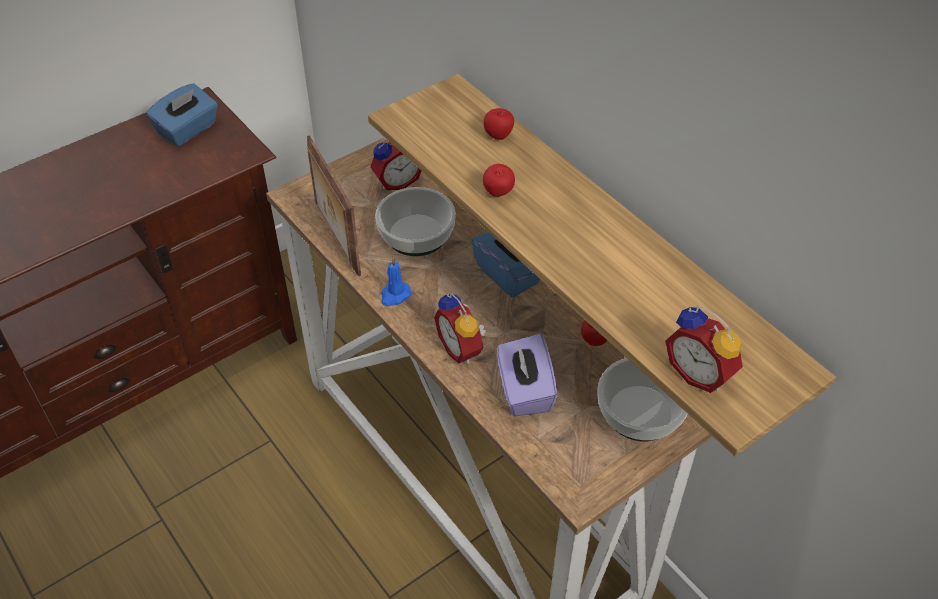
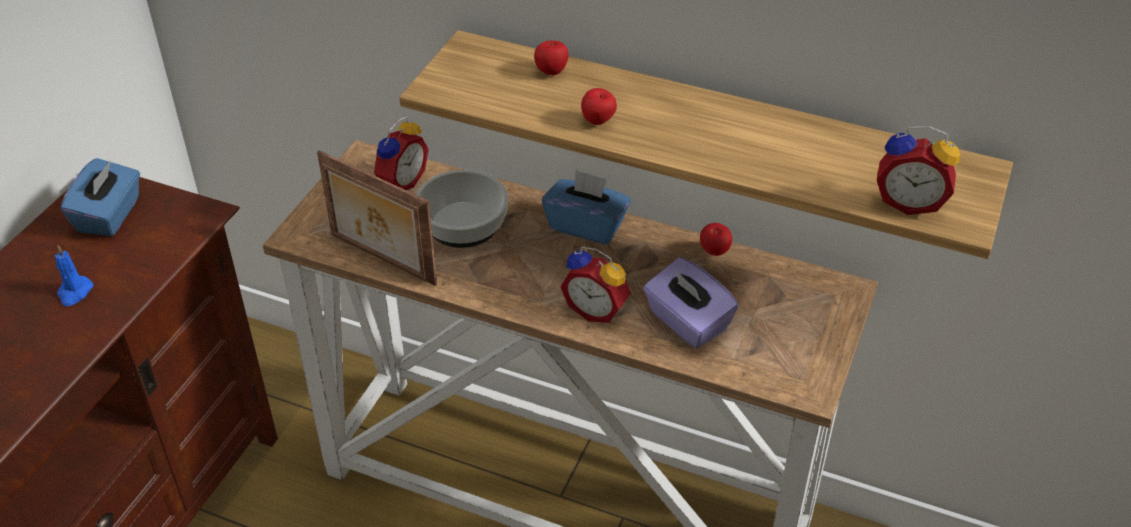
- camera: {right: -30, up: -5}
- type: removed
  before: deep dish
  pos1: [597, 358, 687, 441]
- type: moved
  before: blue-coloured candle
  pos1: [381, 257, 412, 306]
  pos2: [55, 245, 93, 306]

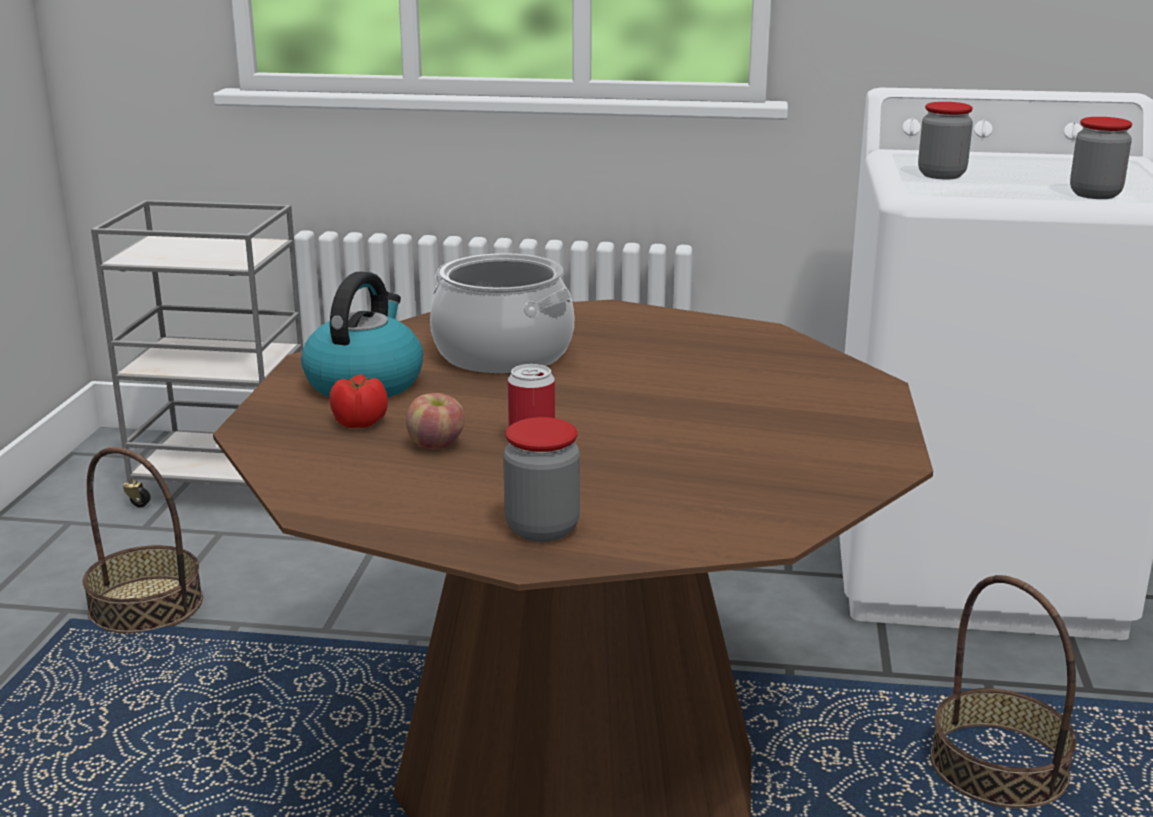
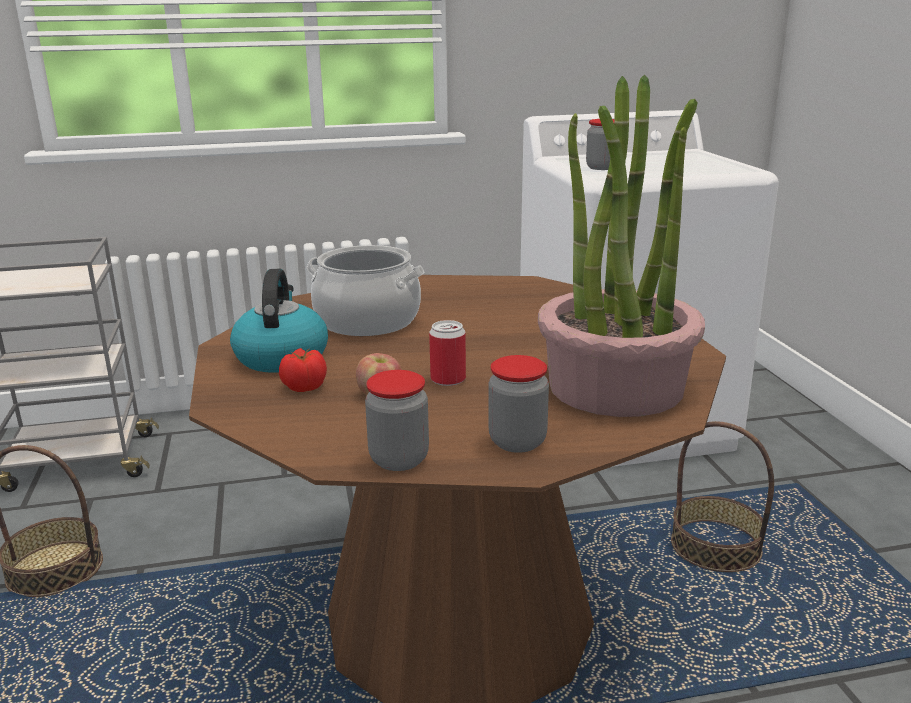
- camera: {right: -20, up: 0}
- type: added
  after: houseplant
  pos2: [538, 74, 705, 417]
- type: moved
  before: jar
  pos1: [1070, 117, 1132, 199]
  pos2: [365, 370, 429, 471]

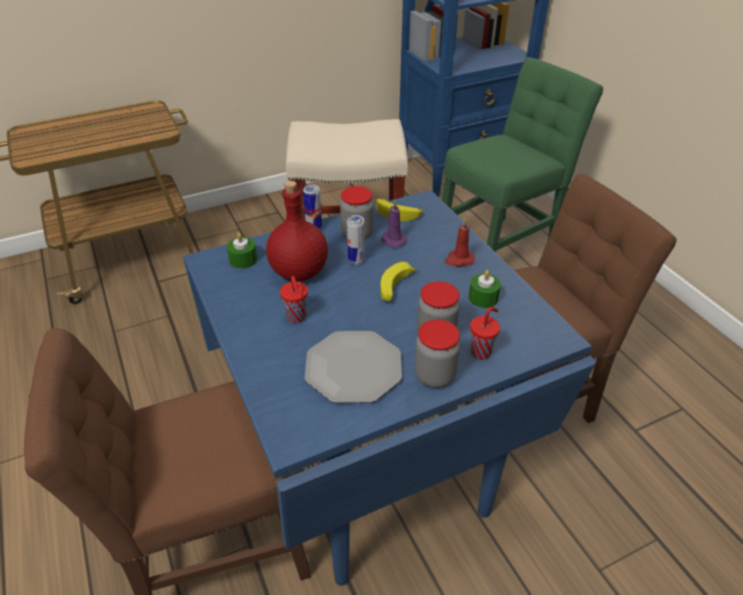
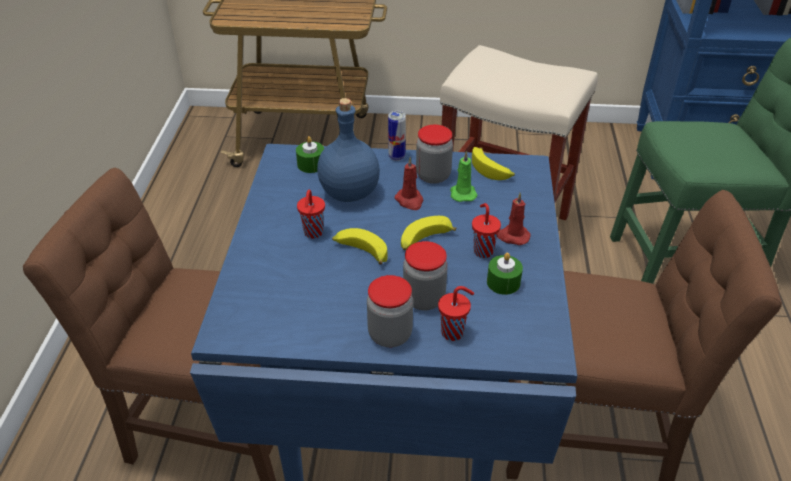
- camera: {right: 30, up: 0}
- type: removed
  before: flat dish
  pos1: [305, 331, 402, 403]
- type: added
  after: banana fruit
  pos2: [332, 228, 387, 264]
- type: added
  after: red small cup
  pos2: [472, 203, 501, 258]
- type: replaced
  before: sealed can
  after: red candle
  pos1: [347, 215, 365, 265]
  pos2: [394, 157, 423, 210]
- type: recoloured
  before: red drink bottle
  after: blue-coloured drink bottle
  pos1: [266, 181, 328, 282]
  pos2: [317, 98, 380, 202]
- type: recoloured
  before: purplish candle
  after: greenish candle
  pos1: [381, 201, 407, 248]
  pos2: [450, 151, 477, 202]

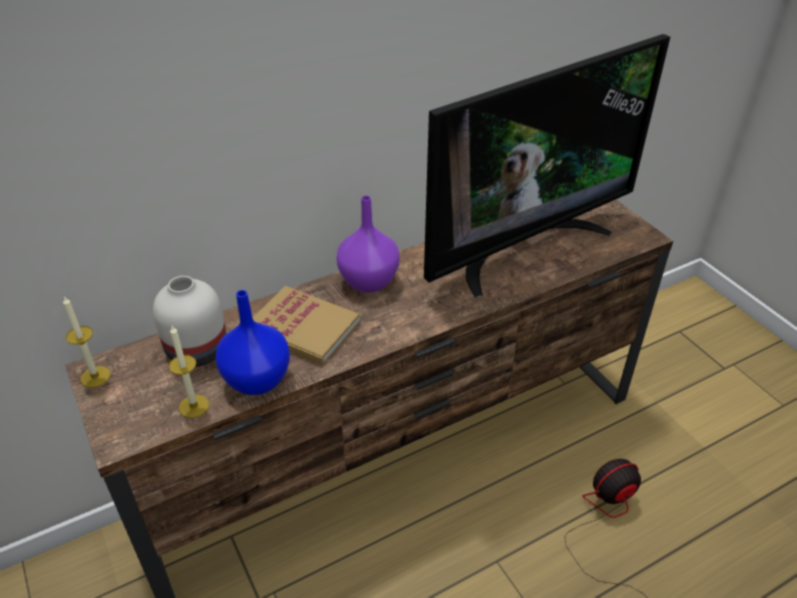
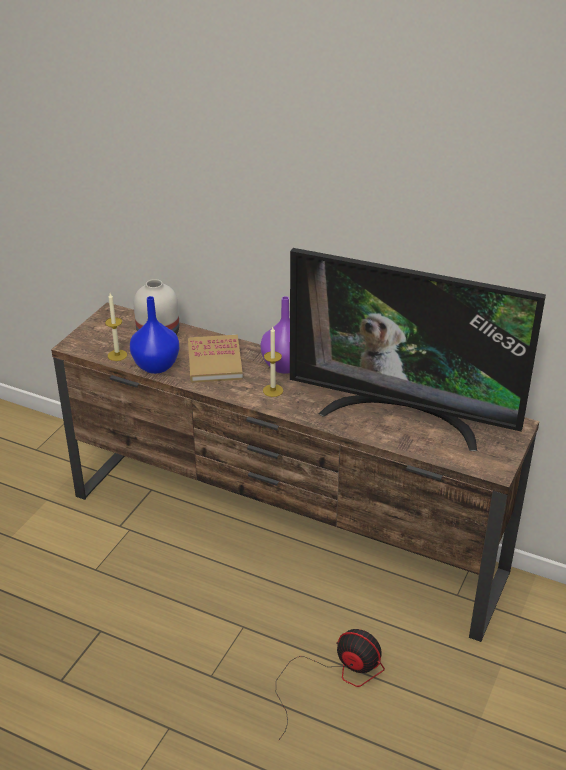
- camera: {right: 55, up: -5}
- type: moved
  before: candle
  pos1: [63, 296, 110, 388]
  pos2: [263, 327, 283, 397]

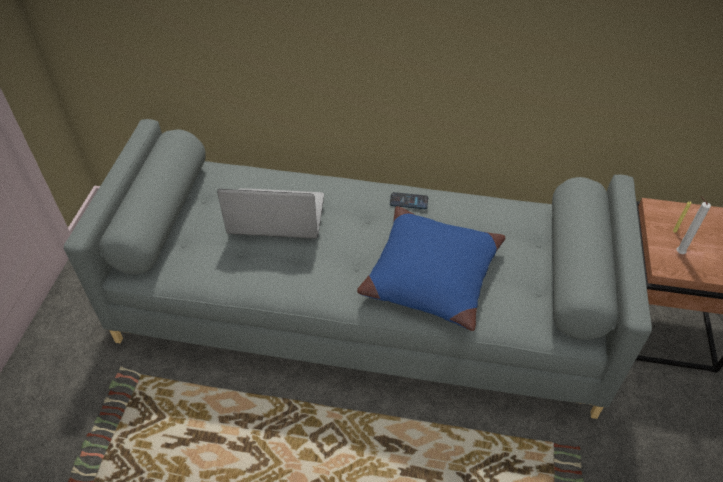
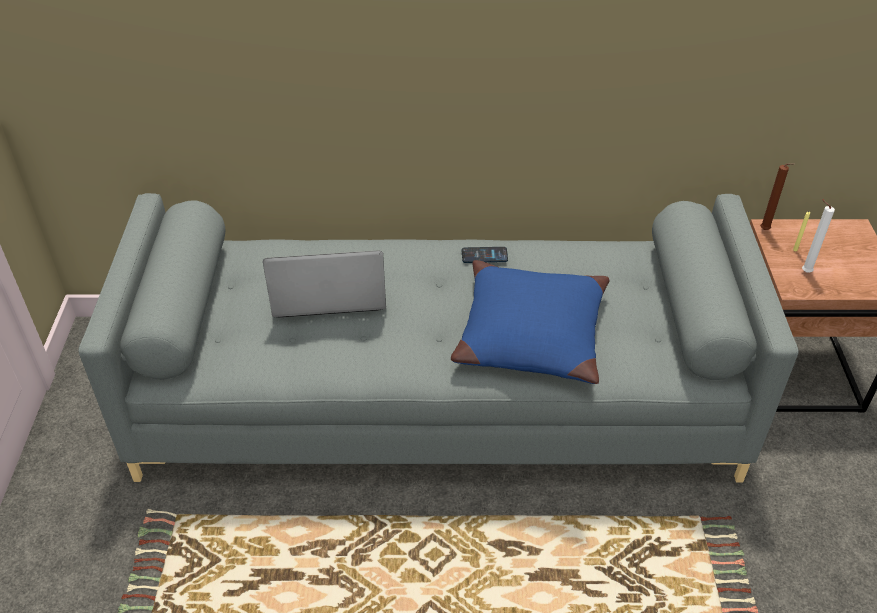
- camera: {right: -10, up: -5}
- type: added
  after: brown-coloured candle
  pos2: [760, 163, 794, 230]

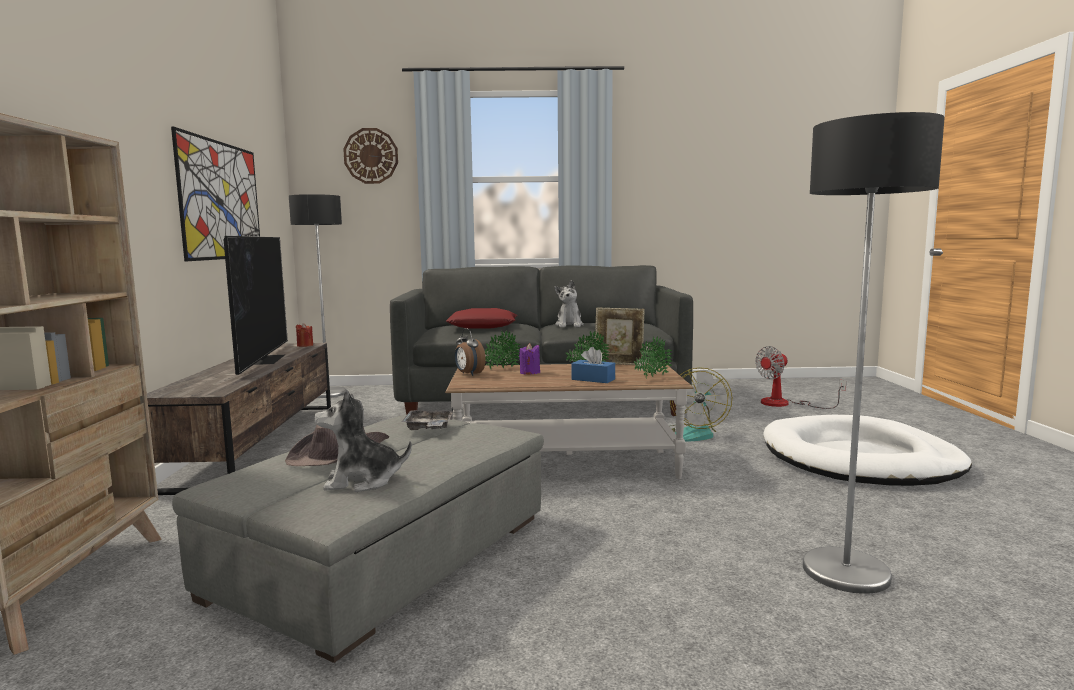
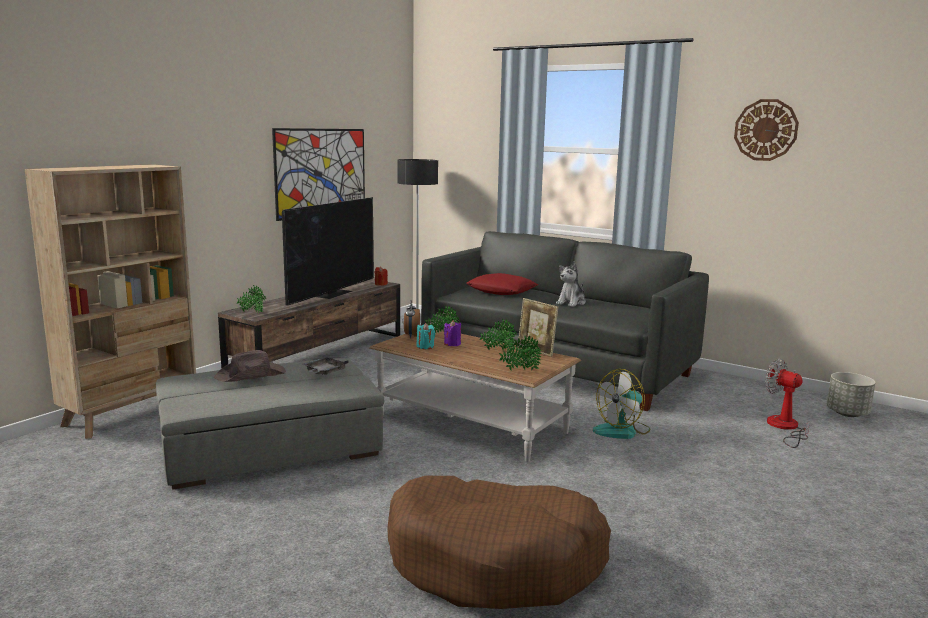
- camera: {right: 35, up: 5}
- type: removed
  before: soft toy
  pos1: [315, 389, 412, 492]
- type: removed
  before: blue-coloured tissue holder
  pos1: [572, 347, 615, 383]
- type: removed
  before: white dog bed
  pos1: [763, 415, 972, 486]
- type: added
  after: houseplant
  pos2: [237, 285, 266, 313]
- type: added
  after: turquoise-coloured candle
  pos2: [417, 323, 435, 349]
- type: added
  after: greyish planter
  pos2: [827, 372, 875, 417]
- type: moved
  before: clock on the wall
  pos1: [343, 128, 398, 184]
  pos2: [734, 99, 799, 161]
- type: replaced
  before: standard lamp
  after: brown-coloured dog bed
  pos1: [803, 112, 945, 594]
  pos2: [387, 476, 611, 609]
- type: turned
  before: fan
  pos1: [755, 346, 846, 409]
  pos2: [765, 359, 810, 448]
  turn: 45

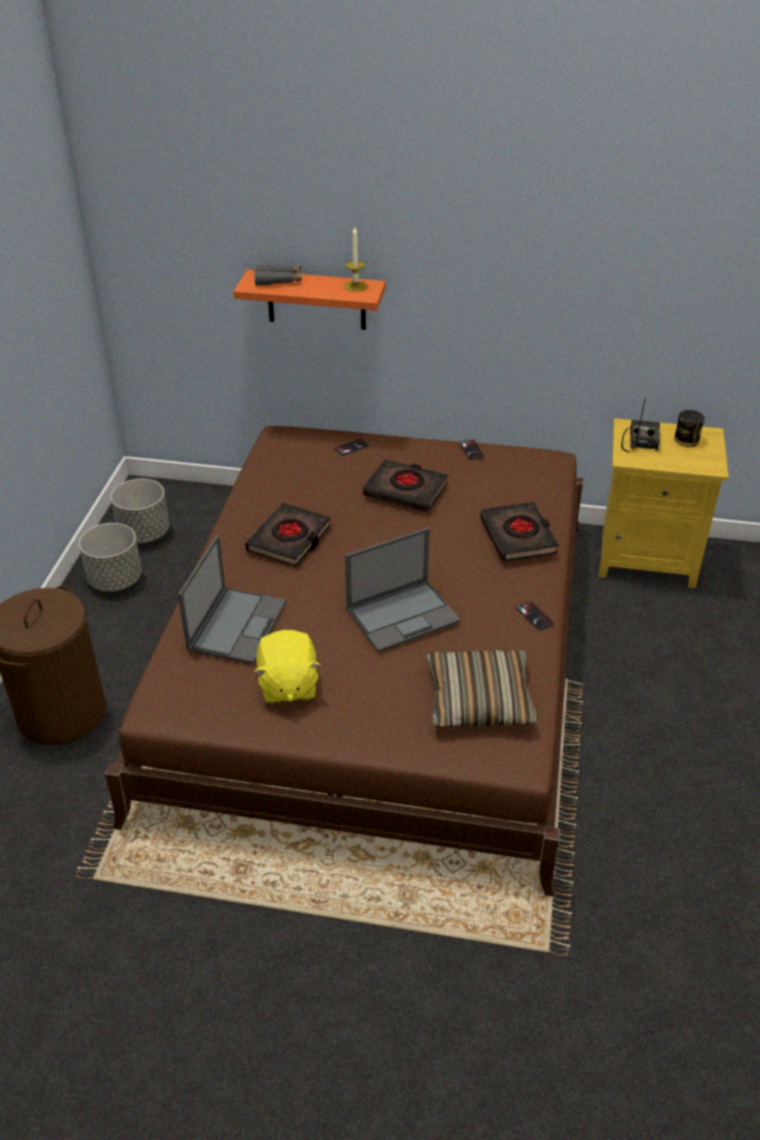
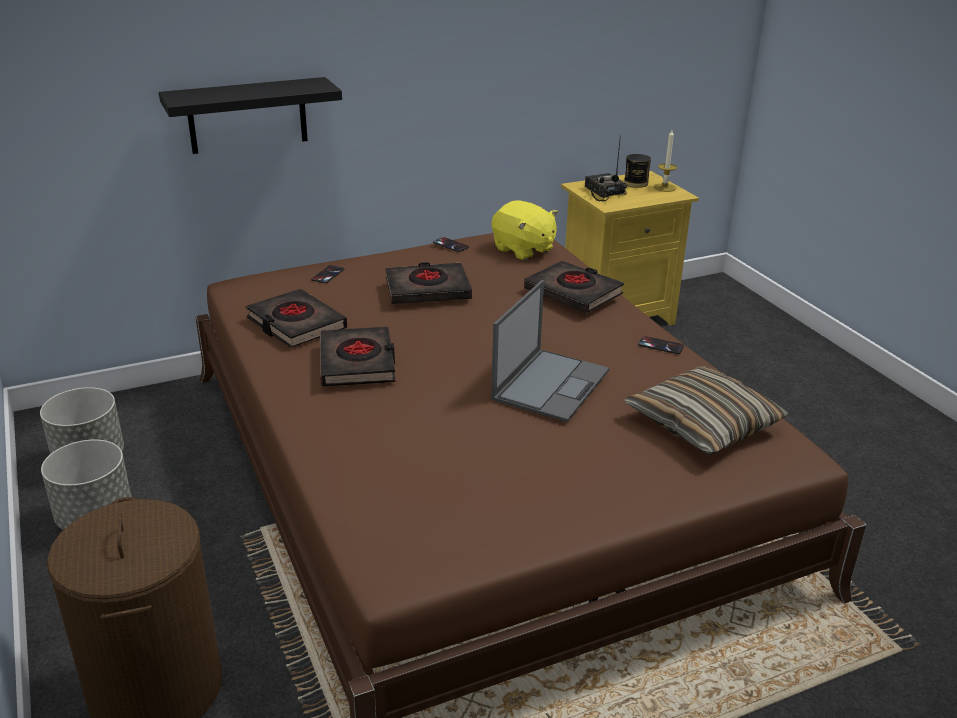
- camera: {right: -35, up: -10}
- type: removed
  before: laptop
  pos1: [178, 535, 286, 664]
- type: removed
  before: greyish pair of binoculars
  pos1: [254, 264, 302, 285]
- type: added
  after: blackish bound book
  pos2: [246, 289, 347, 348]
- type: moved
  before: yellow-coloured soft toy
  pos1: [254, 630, 321, 704]
  pos2: [492, 200, 558, 260]
- type: moved
  before: candle
  pos1: [344, 227, 367, 292]
  pos2: [654, 130, 677, 192]
- type: recoloured
  before: orange wall shelf
  after: blackish wall shelf
  pos1: [233, 270, 386, 330]
  pos2: [159, 77, 342, 154]

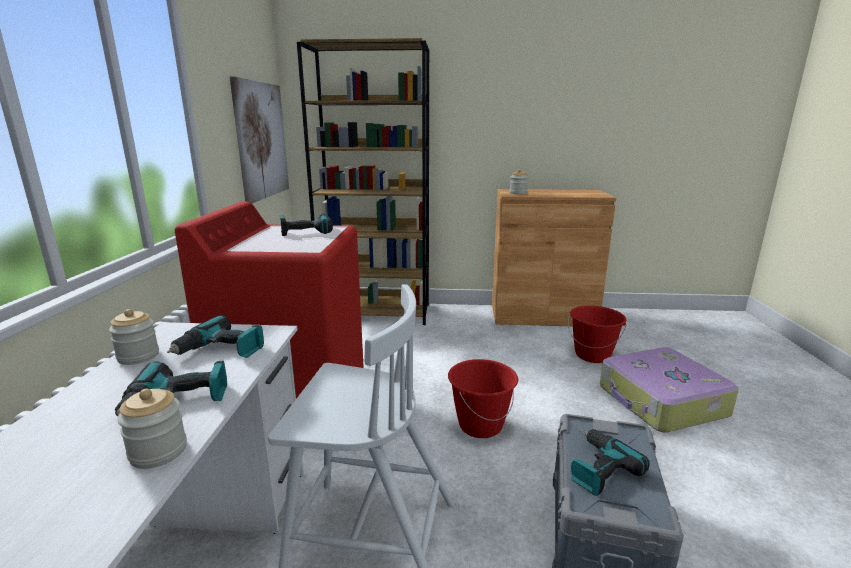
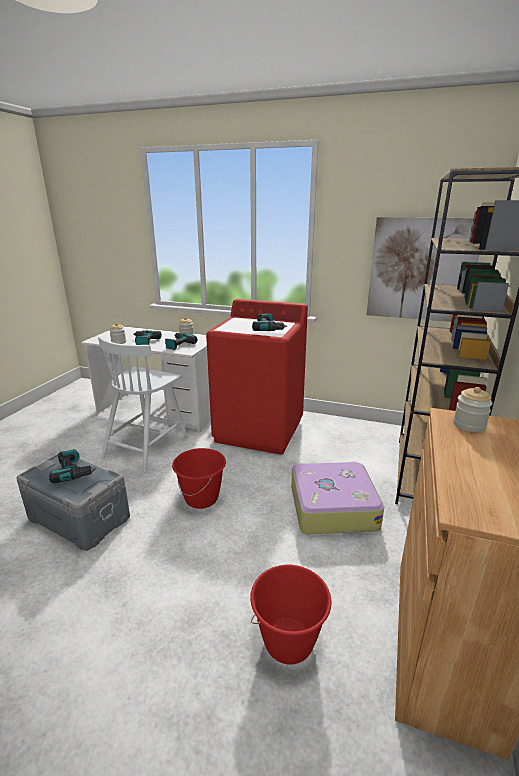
- camera: {right: 105, up: 5}
- type: moved
  before: piece of luggage
  pos1: [600, 347, 739, 432]
  pos2: [291, 462, 384, 534]

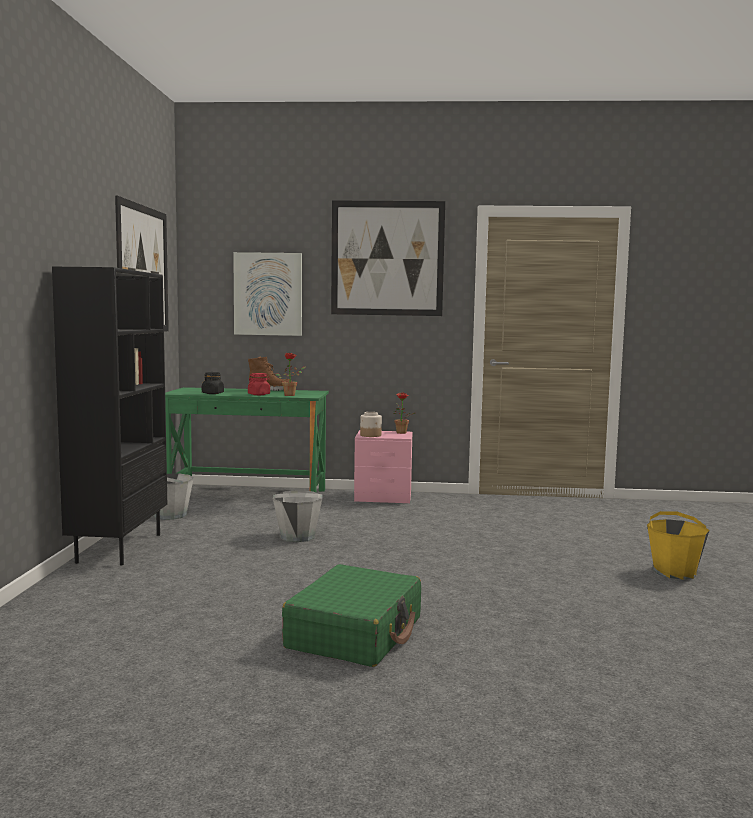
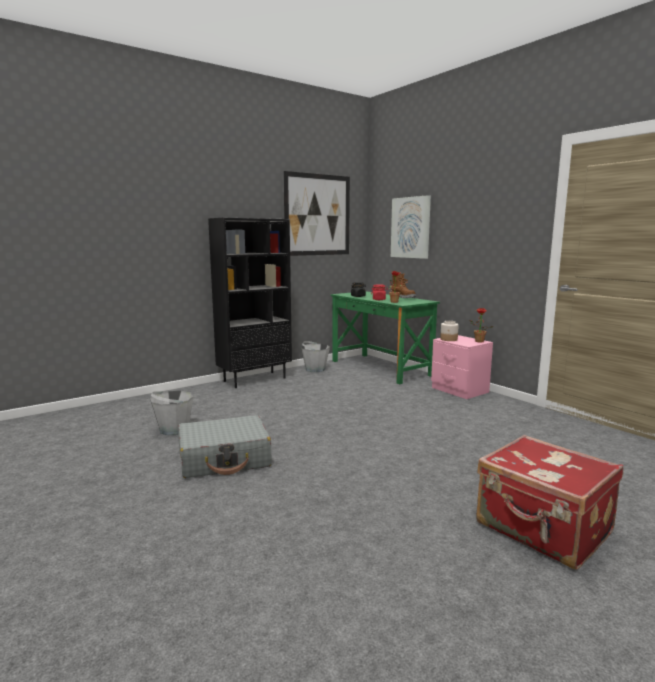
- camera: {right: 50, up: 5}
- type: removed
  before: wall art
  pos1: [331, 201, 445, 316]
- type: moved
  before: greyish water bucket
  pos1: [273, 490, 323, 542]
  pos2: [150, 391, 194, 435]
- type: replaced
  before: yellow-coloured water bucket
  after: red piece of luggage
  pos1: [647, 511, 710, 580]
  pos2: [476, 435, 623, 570]
- type: recoloured
  before: greenish piece of luggage
  after: greyish piece of luggage
  pos1: [282, 564, 421, 667]
  pos2: [178, 415, 272, 478]

